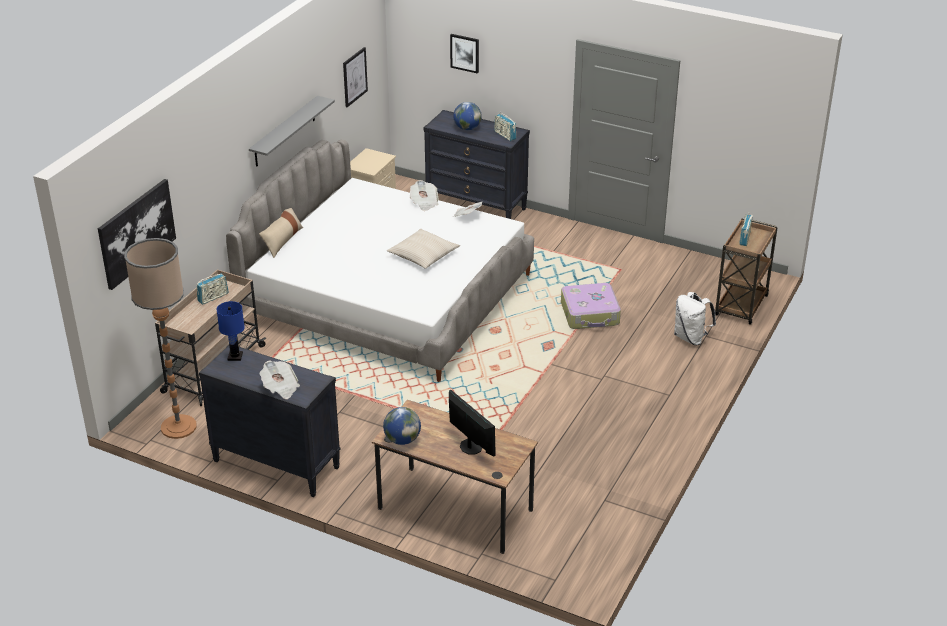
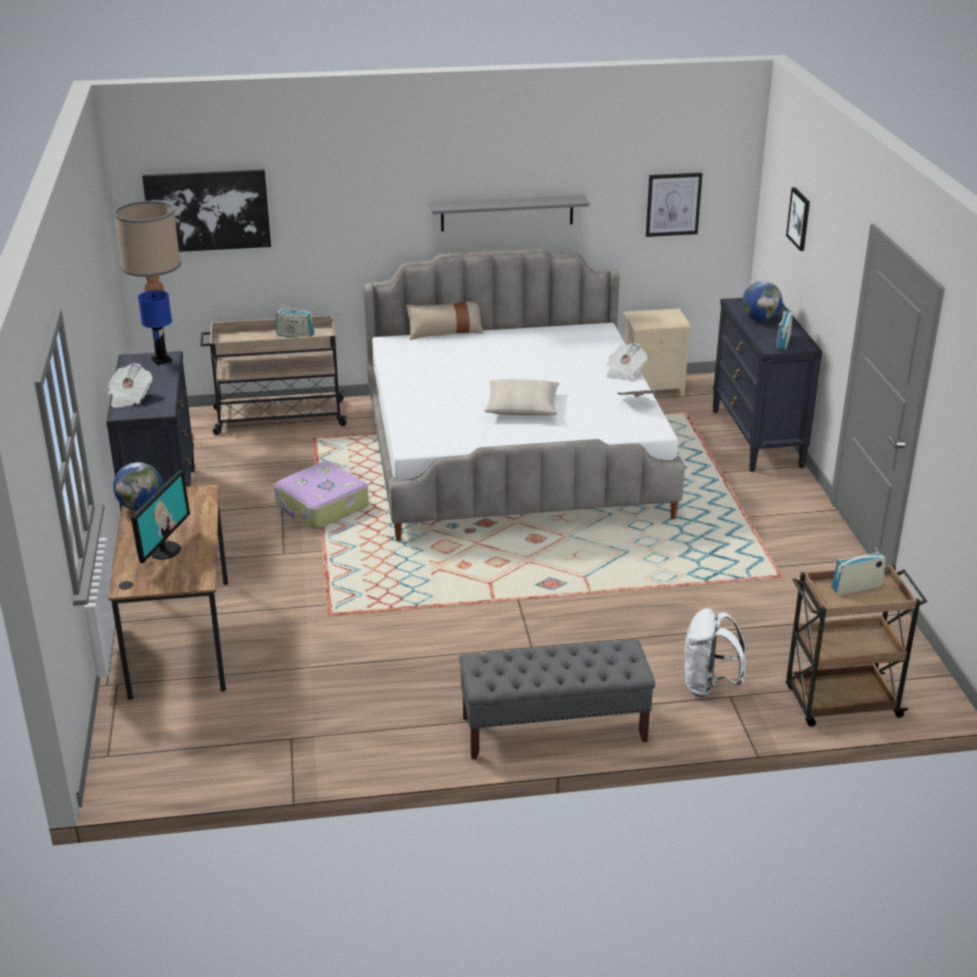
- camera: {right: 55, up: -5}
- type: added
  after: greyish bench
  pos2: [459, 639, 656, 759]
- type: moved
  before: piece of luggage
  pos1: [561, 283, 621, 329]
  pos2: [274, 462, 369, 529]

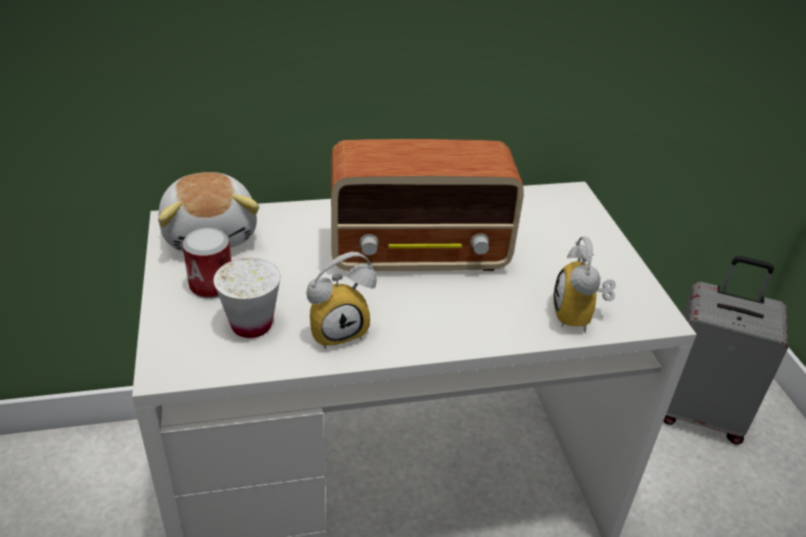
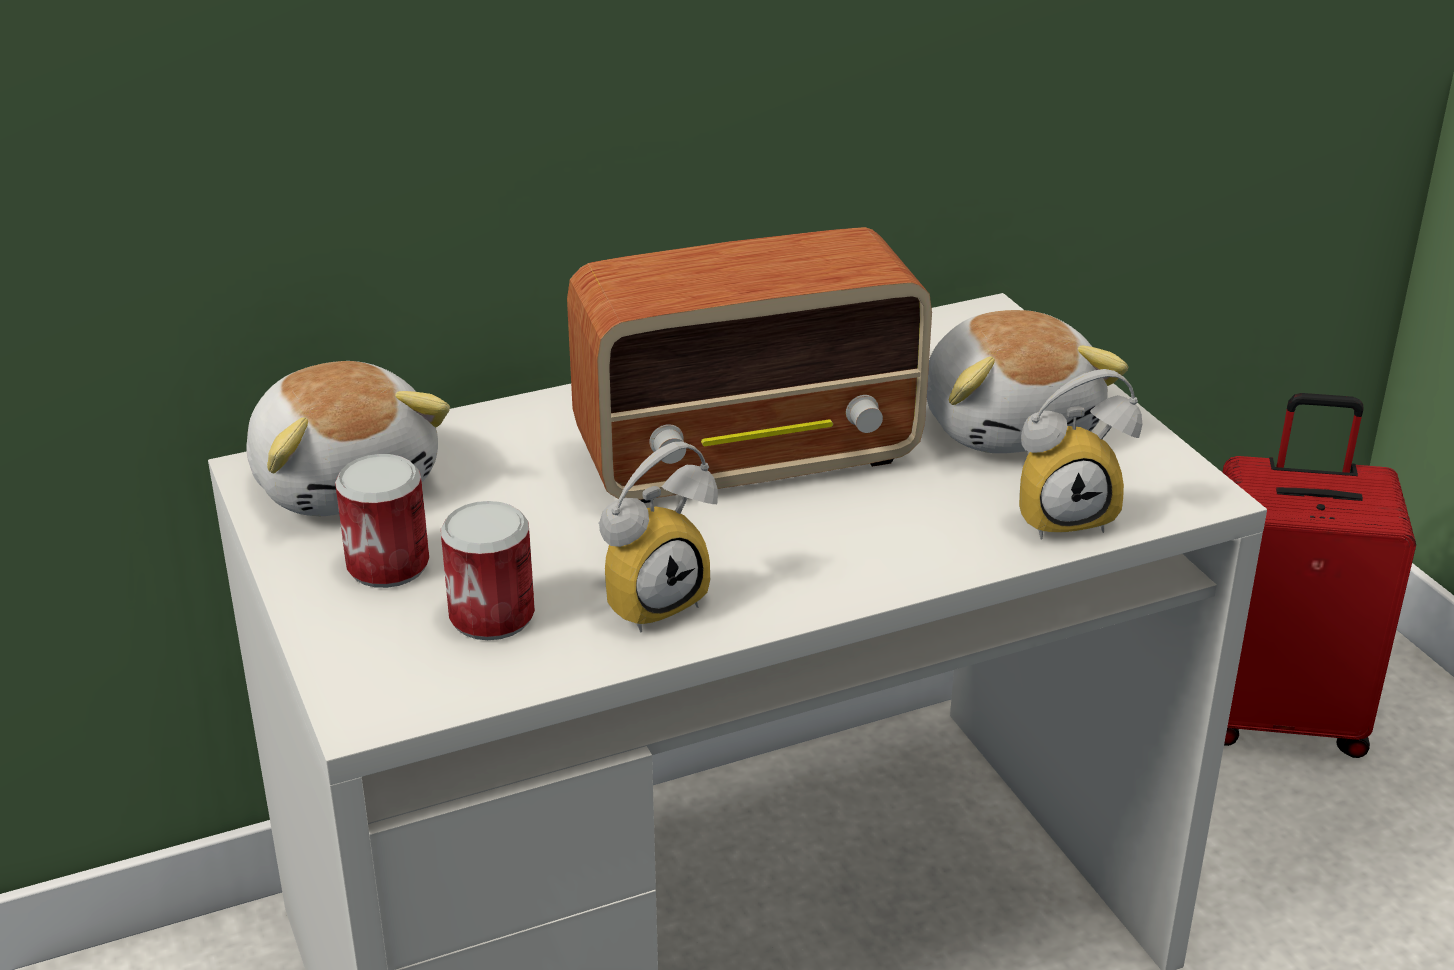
- camera: {right: -10, up: -5}
- type: added
  after: soft toy
  pos2: [927, 310, 1128, 453]
- type: replaced
  before: white small cup
  after: sealed can
  pos1: [213, 258, 281, 338]
  pos2: [441, 501, 535, 640]
- type: recoloured
  before: greyish piece of luggage
  after: red piece of luggage
  pos1: [663, 256, 788, 445]
  pos2: [1222, 393, 1416, 758]
- type: turned
  before: table clock
  pos1: [553, 236, 616, 333]
  pos2: [1019, 369, 1142, 540]
  turn: -90

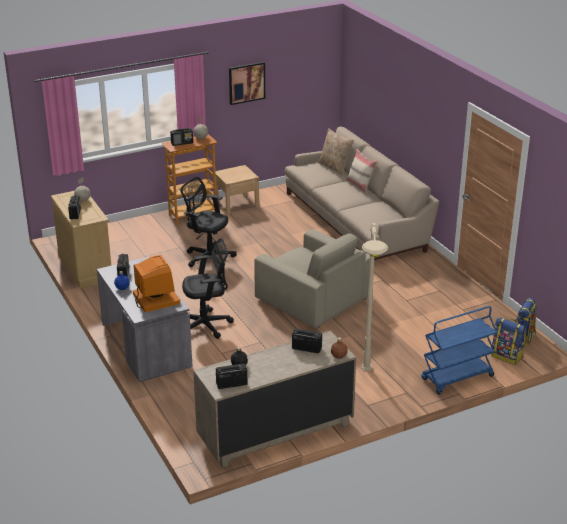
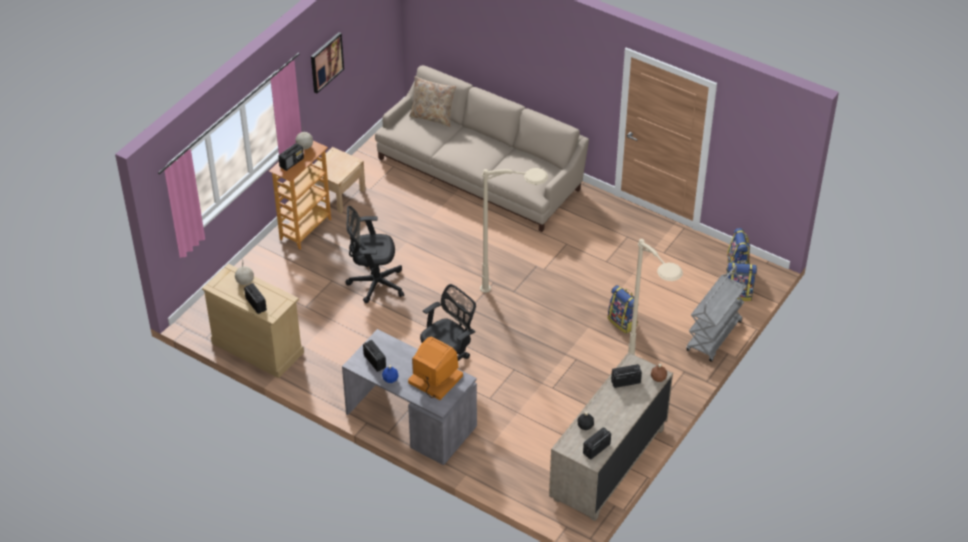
- camera: {right: -30, up: 15}
- type: removed
  before: beige cushion
  pos1: [346, 149, 377, 193]
- type: added
  after: rucksack
  pos2: [608, 285, 639, 334]
- type: replaced
  before: beige easy chair
  after: beige standard lamp
  pos1: [254, 229, 370, 329]
  pos2: [480, 168, 548, 293]
- type: recoloured
  before: blue-coloured cart
  after: greyish cart
  pos1: [421, 306, 497, 394]
  pos2: [686, 265, 747, 362]

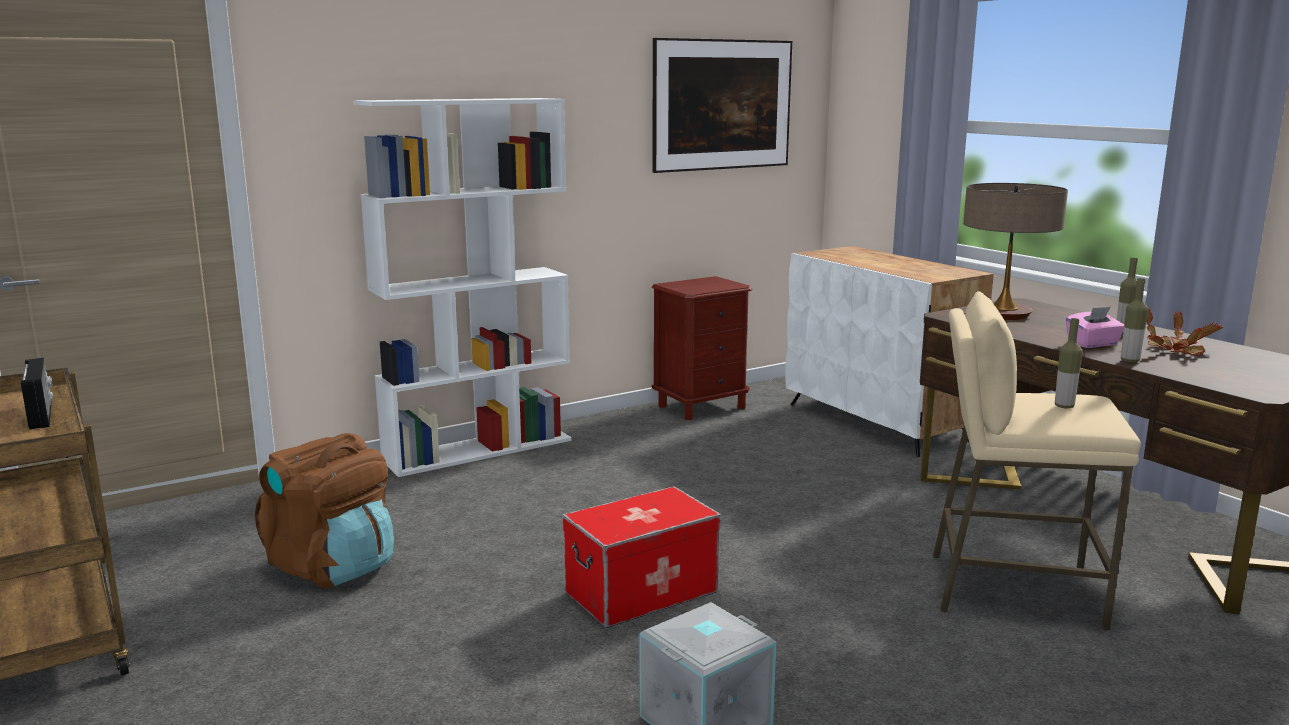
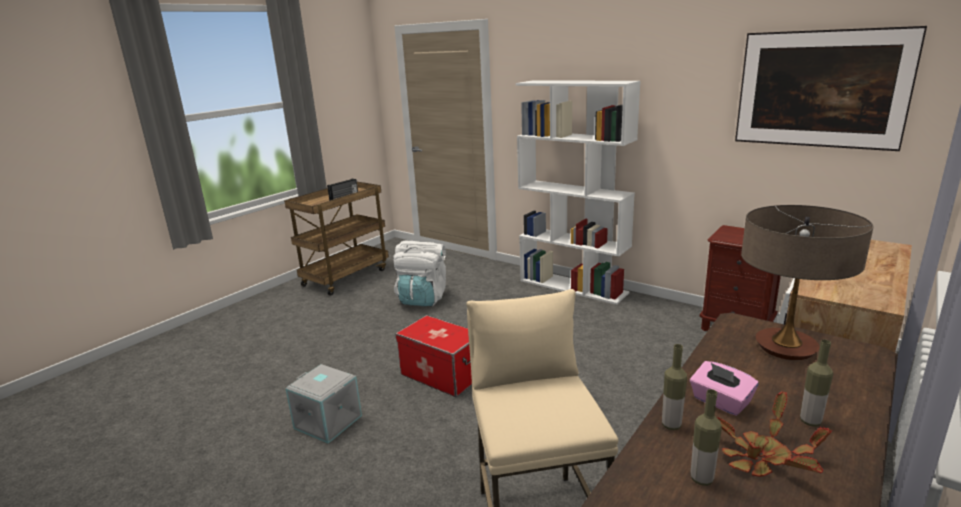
- camera: {right: 70, up: 5}
- type: moved
  before: drink bottle
  pos1: [1055, 318, 1083, 408]
  pos2: [690, 389, 722, 486]
- type: recoloured
  before: brown-coloured rucksack
  after: white rucksack
  pos1: [255, 433, 394, 589]
  pos2: [393, 241, 446, 306]

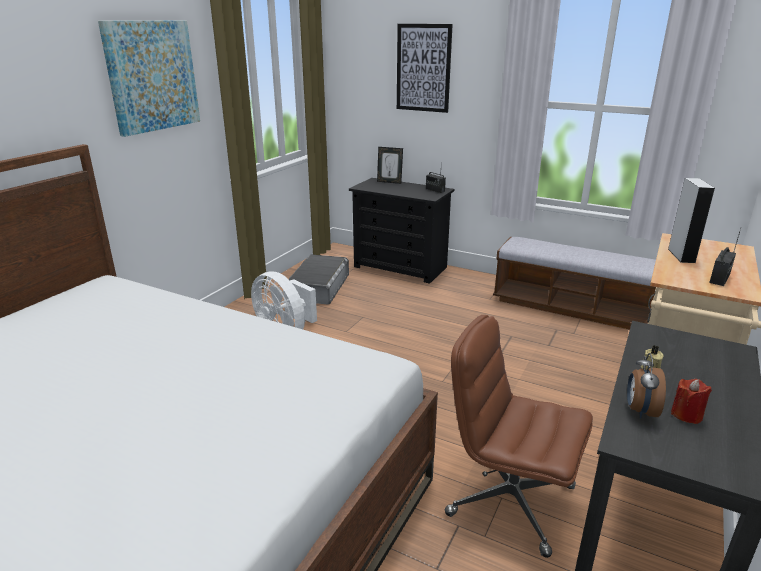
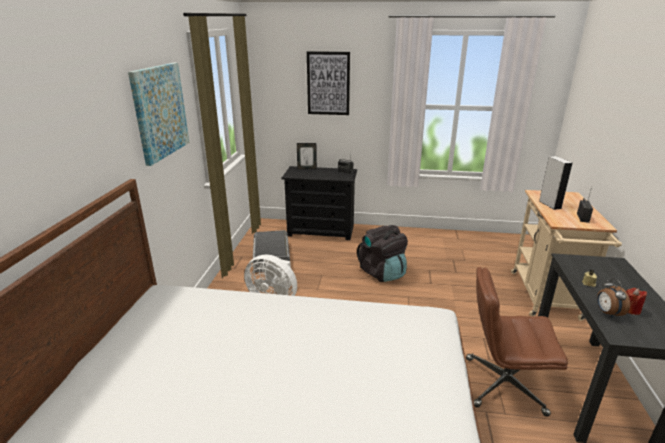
- camera: {right: -20, up: 0}
- type: removed
  before: bench
  pos1: [493, 237, 656, 330]
- type: added
  after: blackish rucksack
  pos2: [357, 225, 408, 282]

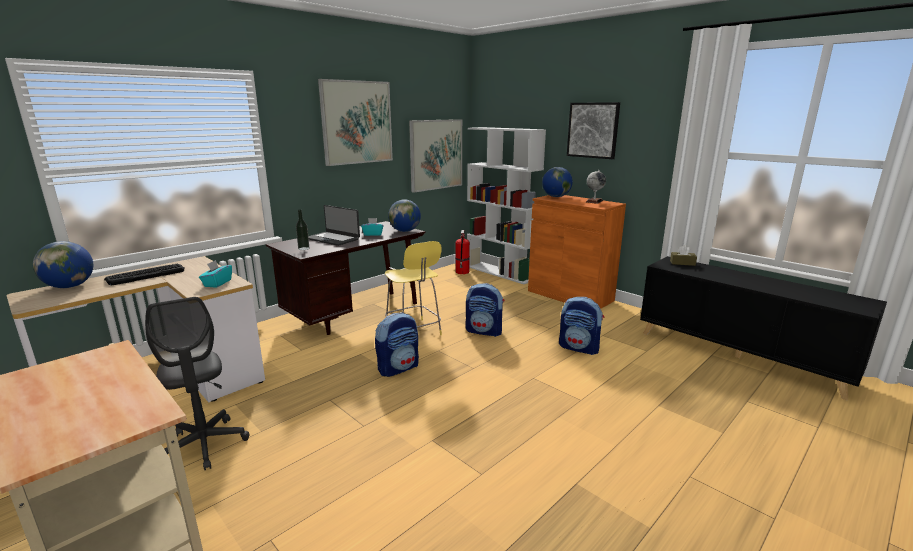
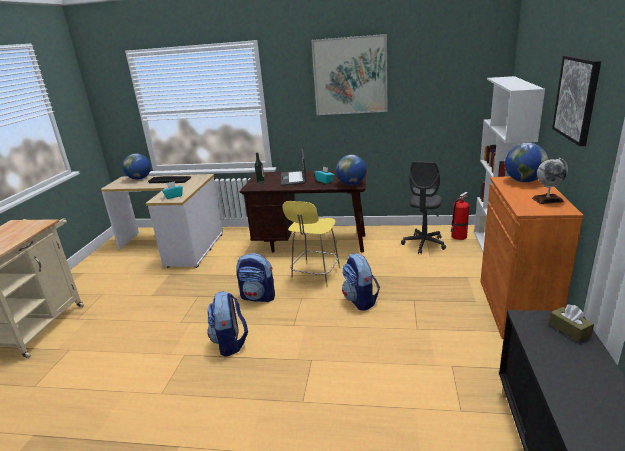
- camera: {right: 55, up: 5}
- type: removed
  before: wall art
  pos1: [409, 119, 462, 193]
- type: moved
  before: greyish desk chair
  pos1: [145, 297, 249, 470]
  pos2: [401, 161, 446, 254]
- type: moved
  before: rucksack
  pos1: [559, 297, 604, 355]
  pos2: [207, 291, 248, 357]

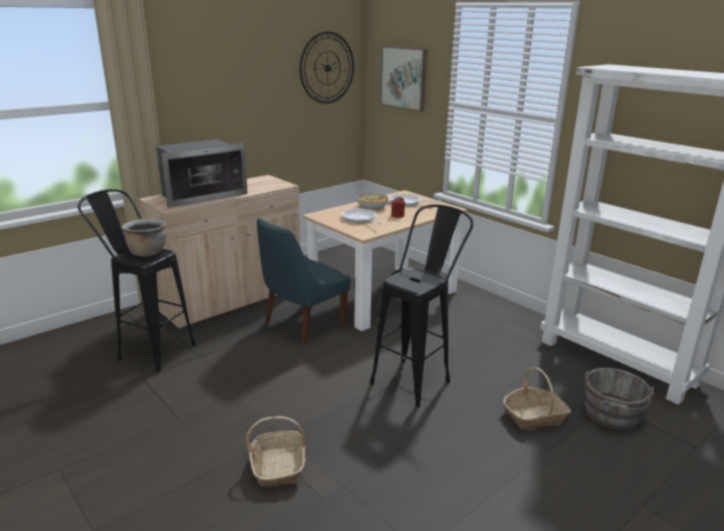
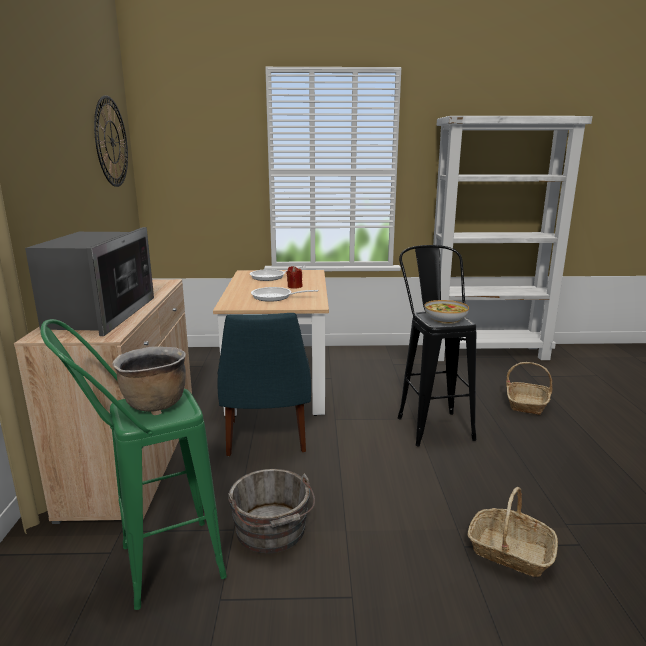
- camera: {right: -50, up: -5}
- type: removed
  before: wall art
  pos1: [380, 45, 427, 112]
- type: moved
  before: deep dish
  pos1: [357, 193, 388, 211]
  pos2: [424, 300, 469, 324]
- type: moved
  before: greyish water bucket
  pos1: [584, 368, 654, 430]
  pos2: [228, 469, 315, 553]
- type: recoloured
  before: blackish sitting stool
  after: greenish sitting stool
  pos1: [78, 189, 196, 372]
  pos2: [40, 319, 227, 610]

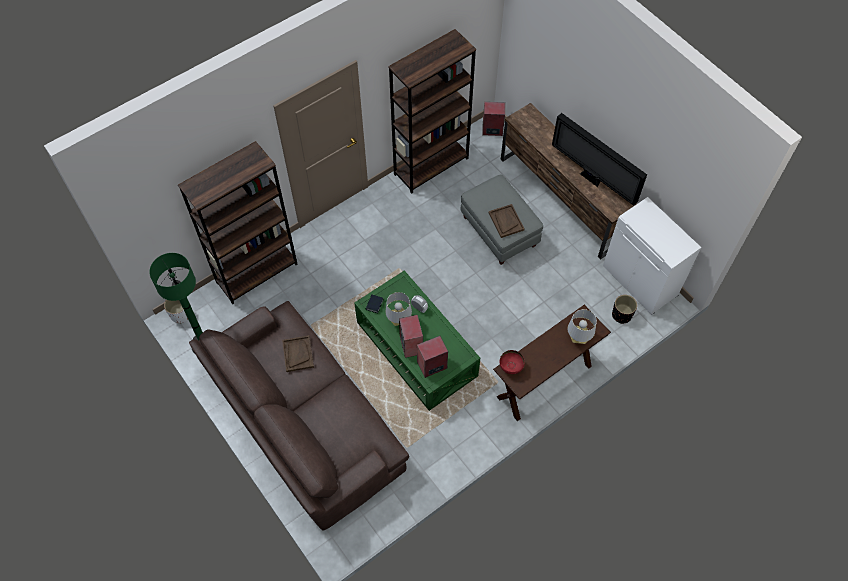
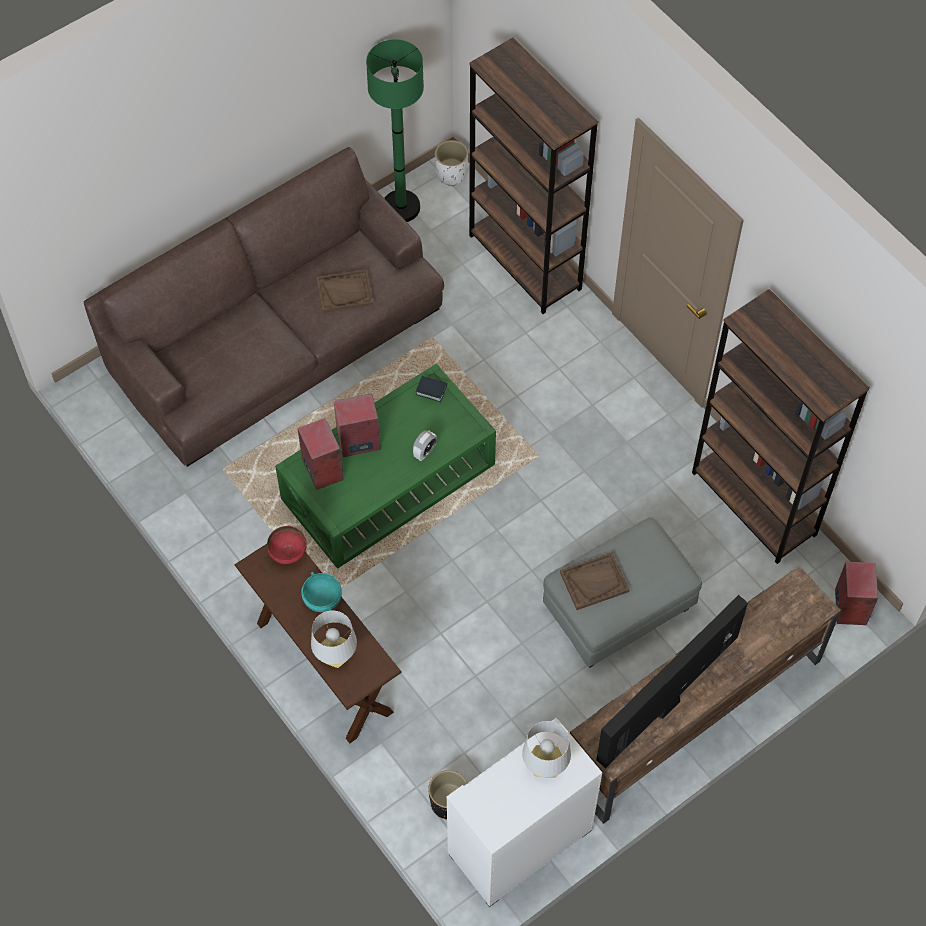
- camera: {right: 90, up: 0}
- type: added
  after: turquoise-coloured deep dish
  pos2: [301, 572, 342, 612]
- type: moved
  before: greyish tabletop lamp
  pos1: [386, 292, 412, 326]
  pos2: [522, 721, 571, 778]

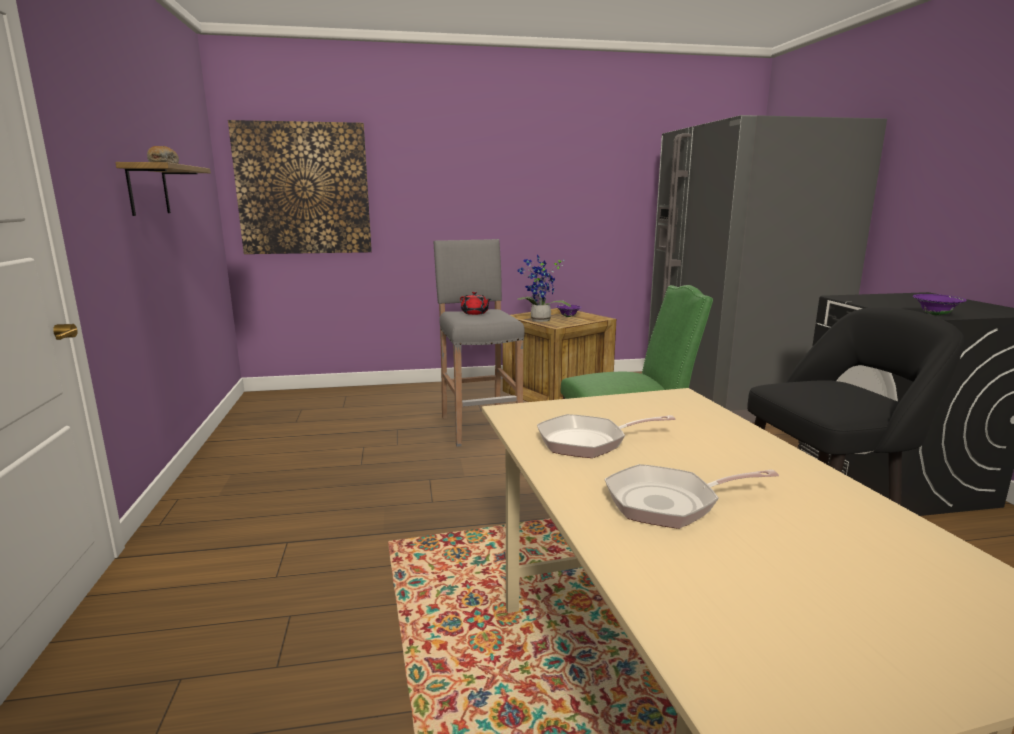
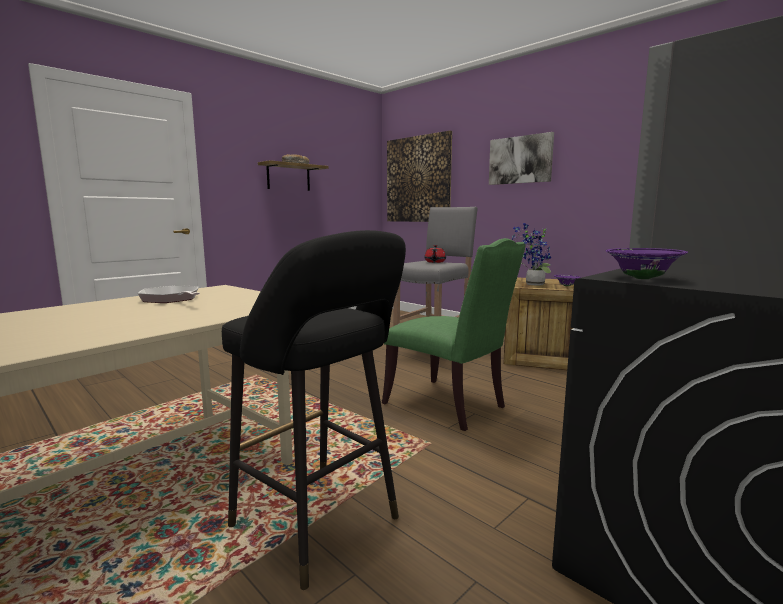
- camera: {right: 55, up: -5}
- type: removed
  before: skillet
  pos1: [604, 464, 779, 529]
- type: added
  after: wall art
  pos2: [489, 132, 554, 185]

